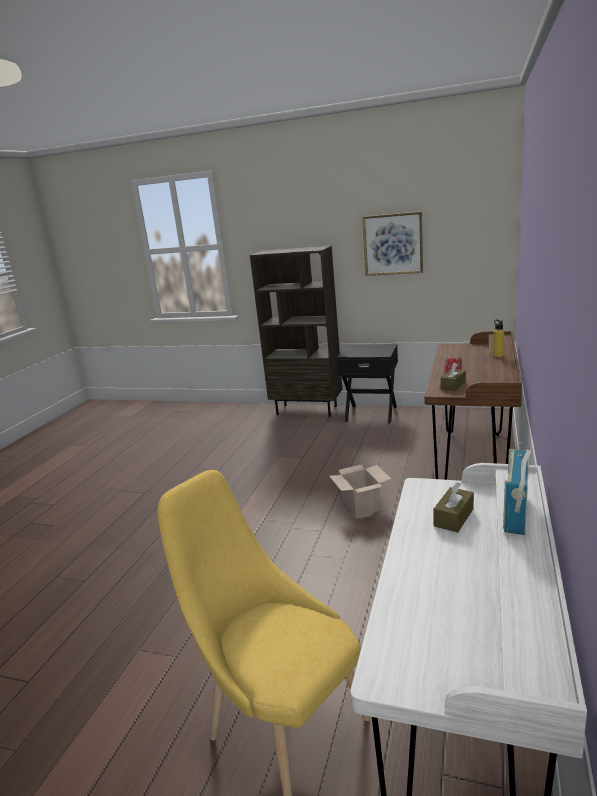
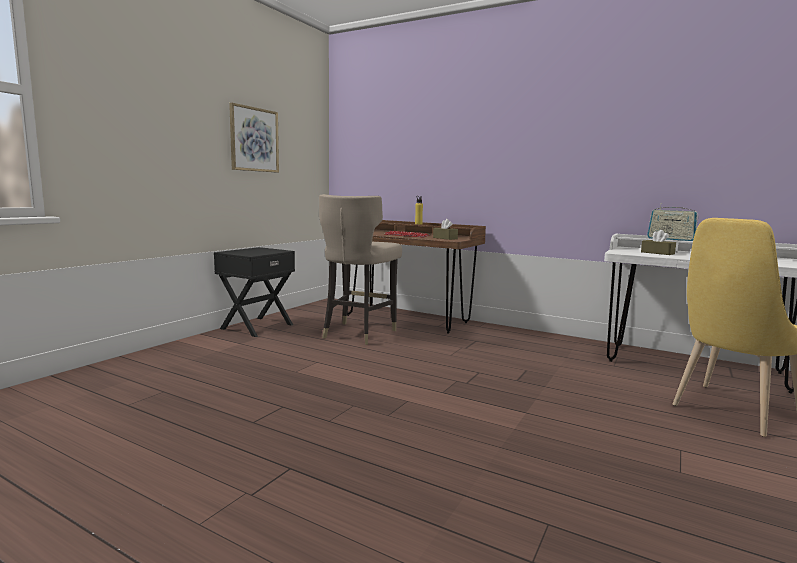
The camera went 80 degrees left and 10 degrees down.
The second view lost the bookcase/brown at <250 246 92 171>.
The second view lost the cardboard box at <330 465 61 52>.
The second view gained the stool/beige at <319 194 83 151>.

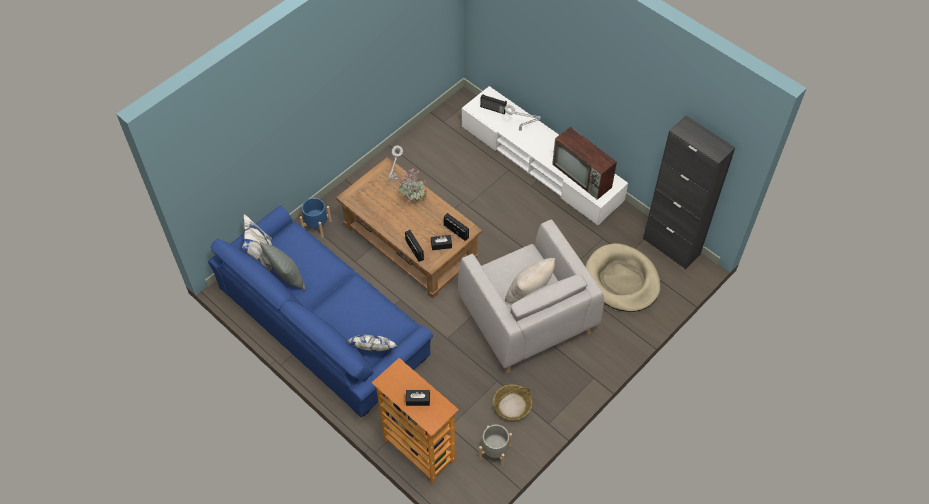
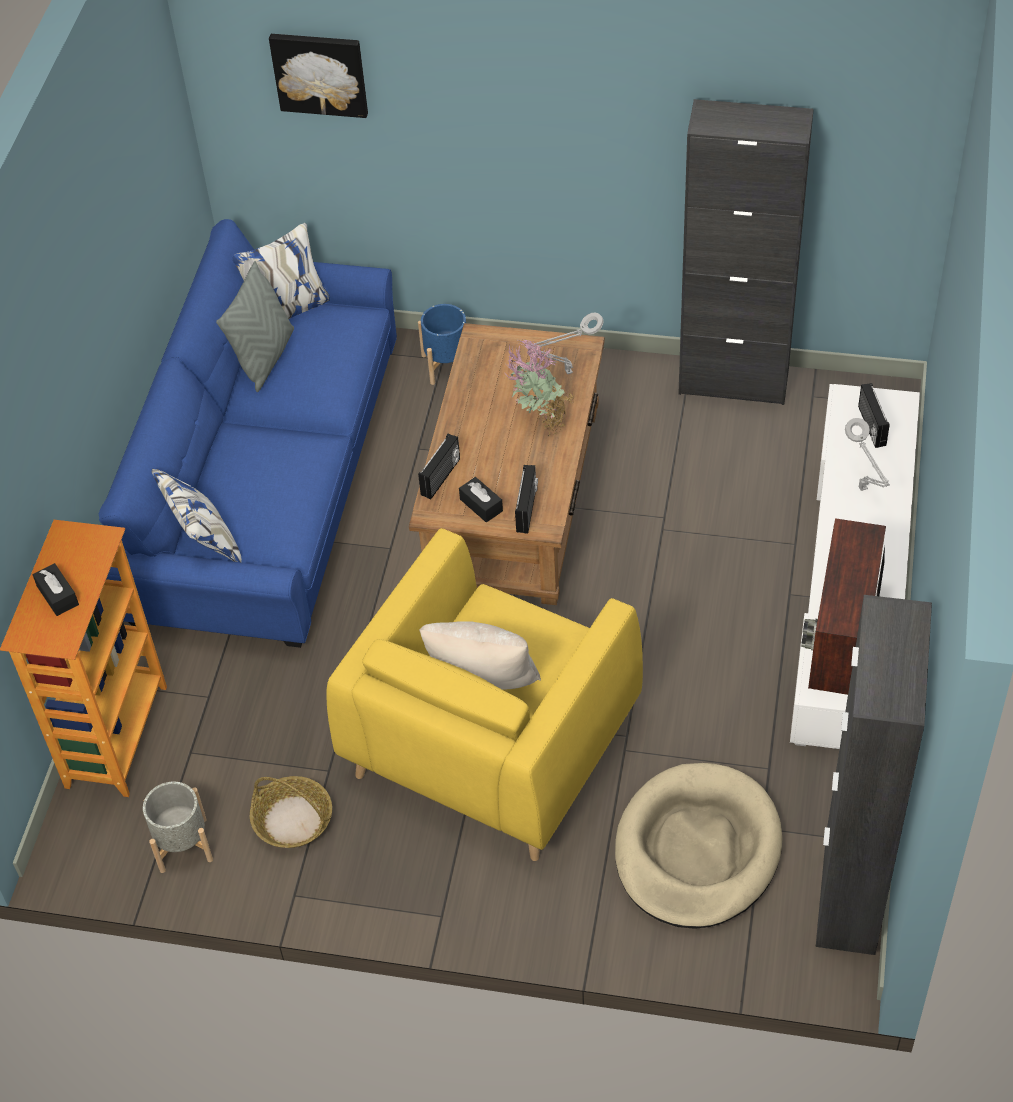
The camera went 60 degrees right and 5 degrees down.
What was the armchair/grey at <458 219 146 154> turned into the armchair/yellow at <326 528 317 333>.
The second view gained the picture at <269 34 99 84>.
The second view gained the cabinet/black at <678 99 136 306>.

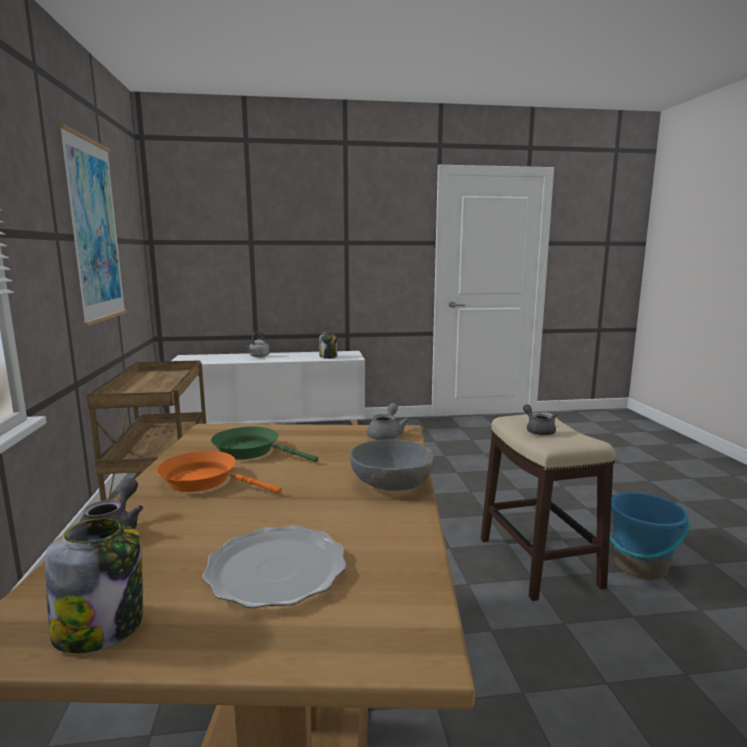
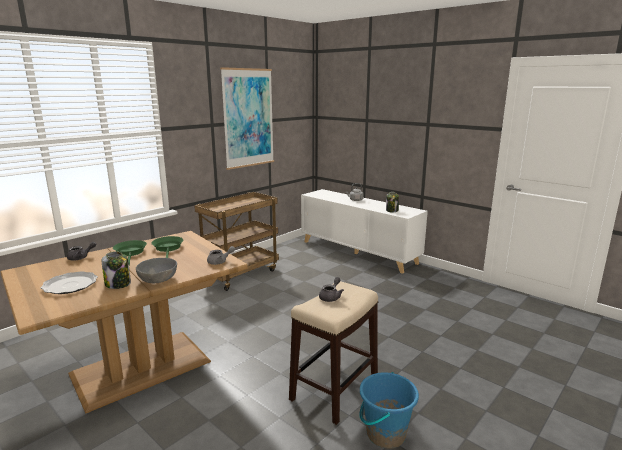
The camera went 50 degrees right and 5 degrees up.
The jar ended up elsewhere, having gone from <45 518 98 135> to <102 251 29 38>.
What was the frying pan/orange at <157 451 125 43> turned into the frying pan/green at <113 240 34 25>.

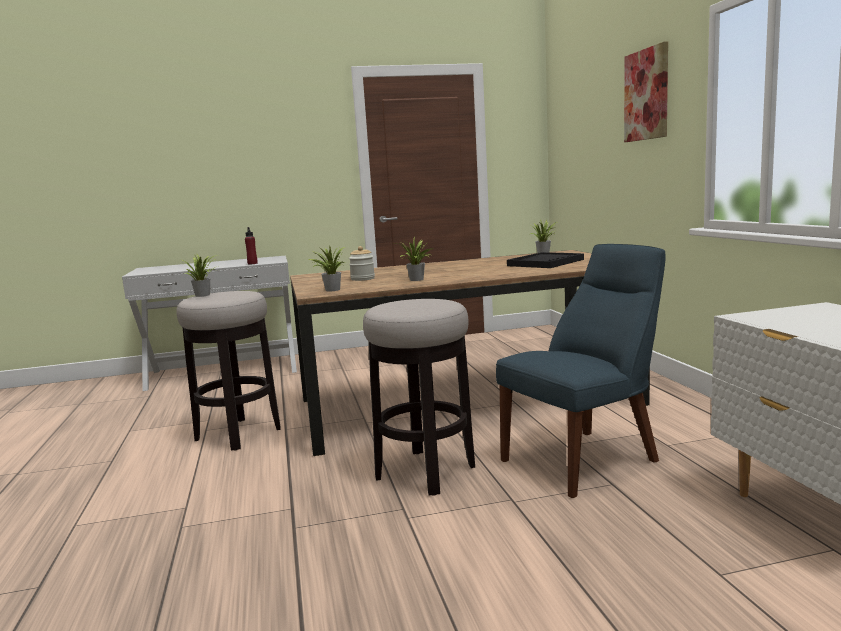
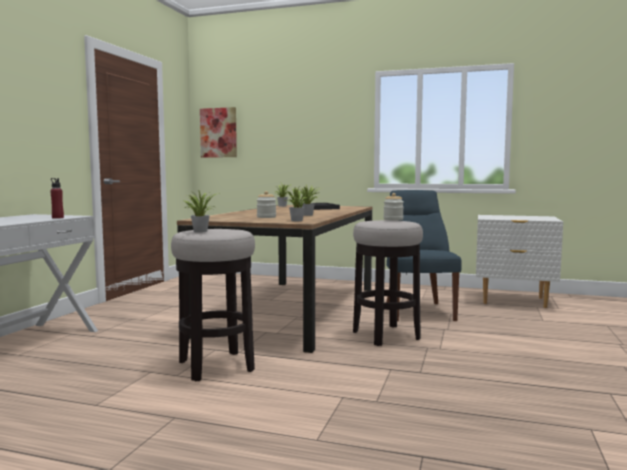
The camera went 60 degrees left and 5 degrees down.
The picture ended up elsewhere, having gone from <624 42 44 100> to <200 107 37 51>.
The second view gained the jar at <383 193 21 28>.

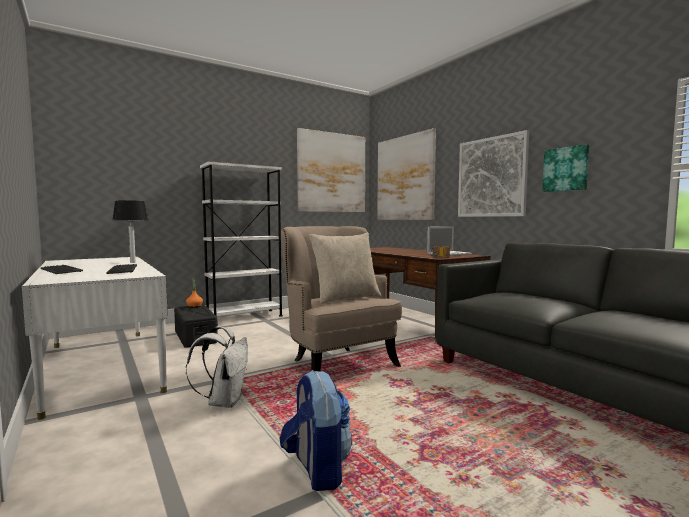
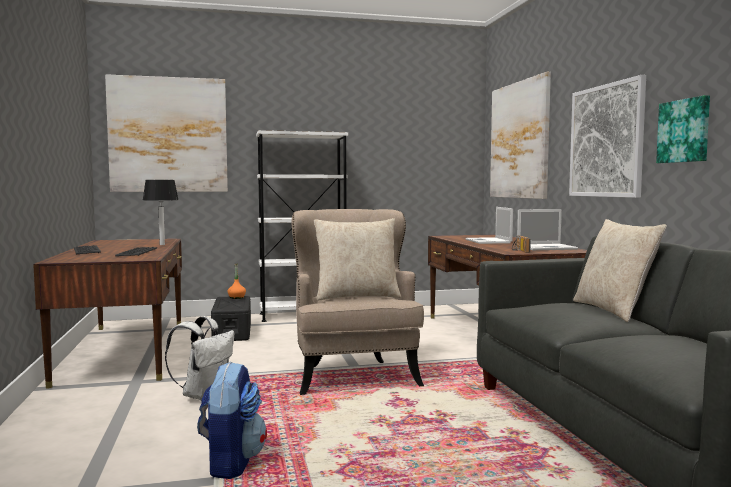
The camera went 20 degrees right and 0 degrees up.
What was the desk/white at <22 257 146 163> turned into the desk/brown at <33 239 149 149>.
The picture ended up elsewhere, having gone from <297 128 68 84> to <105 74 123 118>.
The second view gained the laptop at <466 207 47 37>.
The second view gained the pillow/beige at <573 219 94 103>.

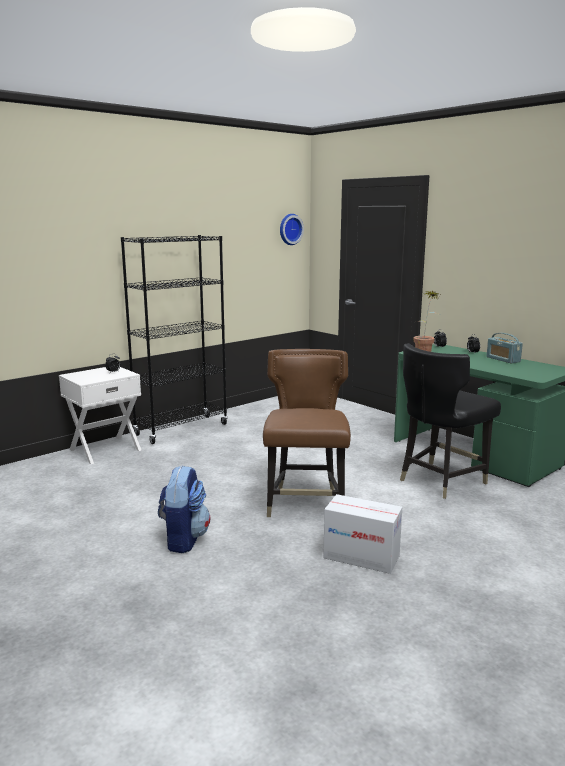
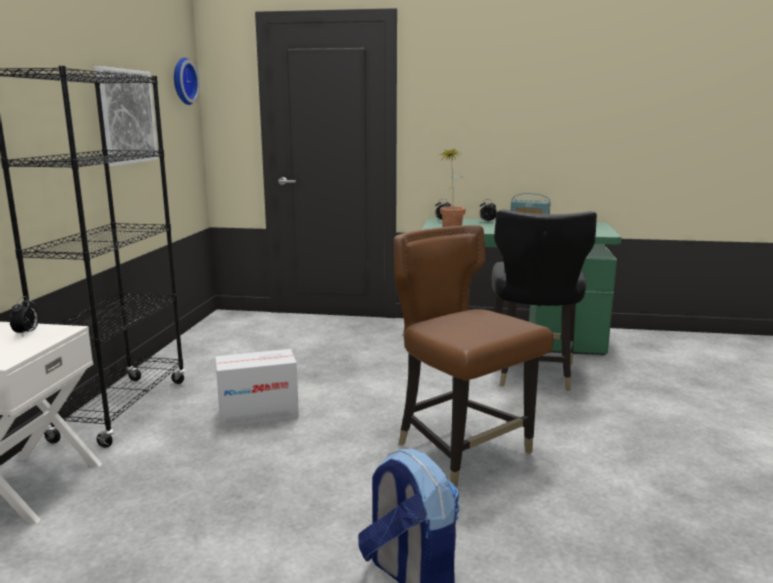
The camera went 40 degrees left and 0 degrees up.
The cardboard box ended up elsewhere, having gone from <323 494 79 80> to <215 349 84 79>.
The second view gained the picture at <94 66 64 100>.

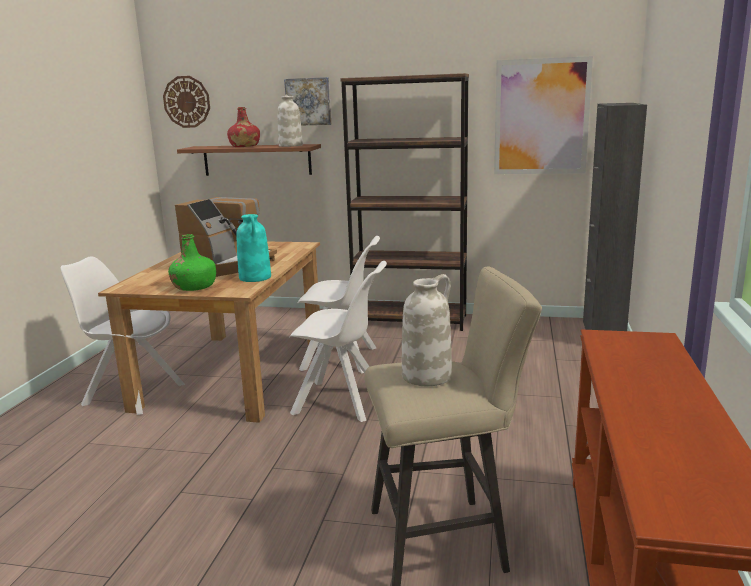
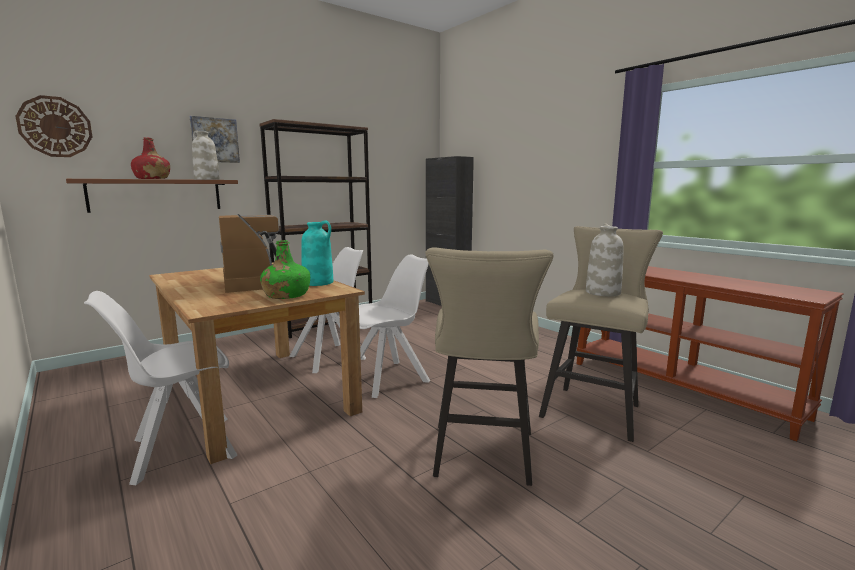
The camera went 50 degrees left and 5 degrees down.
The second view lost the picture at <494 56 99 118>.
The second view gained the stool/beige at <425 247 129 239>.

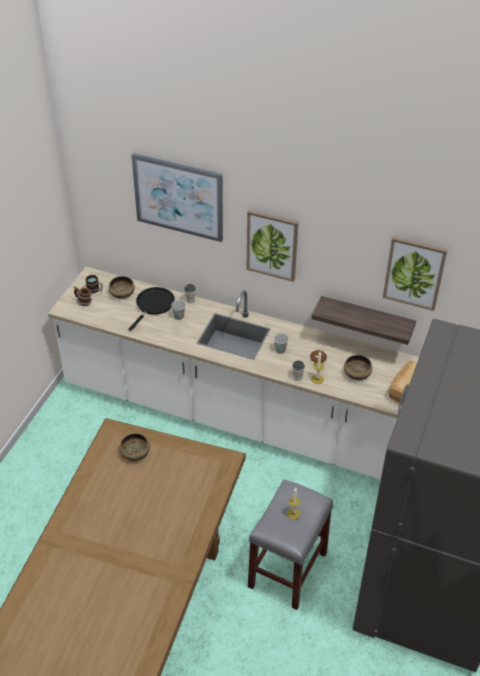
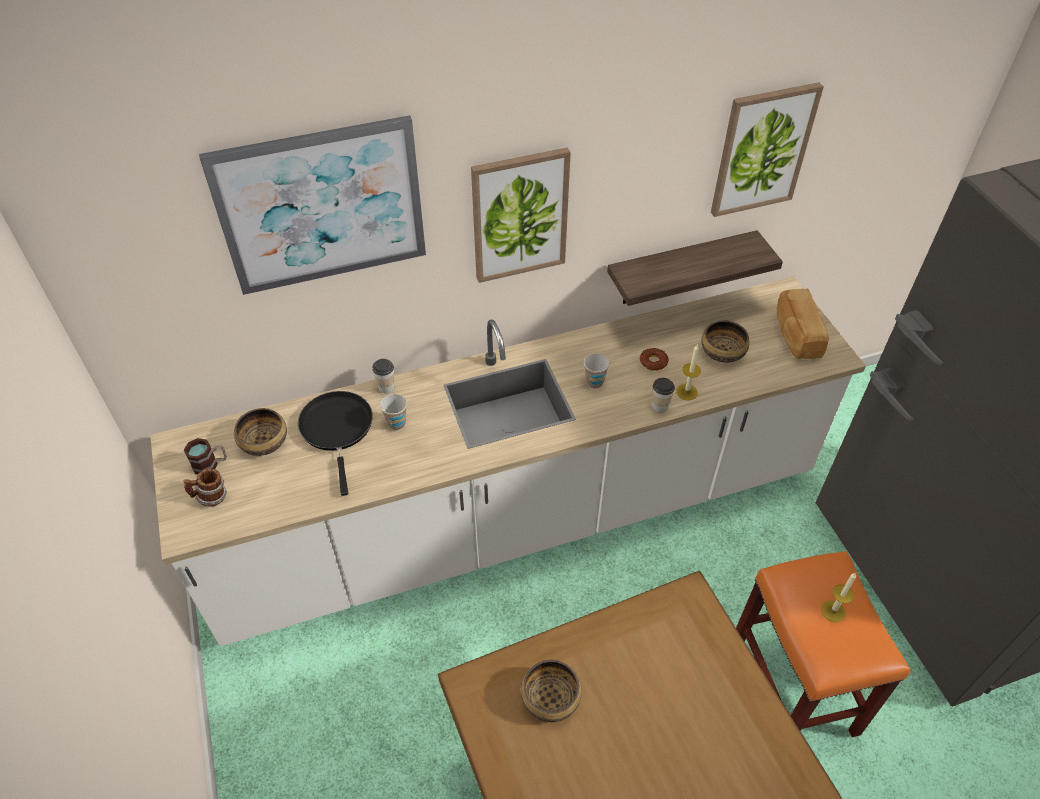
The camera went 40 degrees left and 5 degrees up.
What was the stool/grey at <248 479 85 131> turned into the stool/orange at <736 551 174 186>.

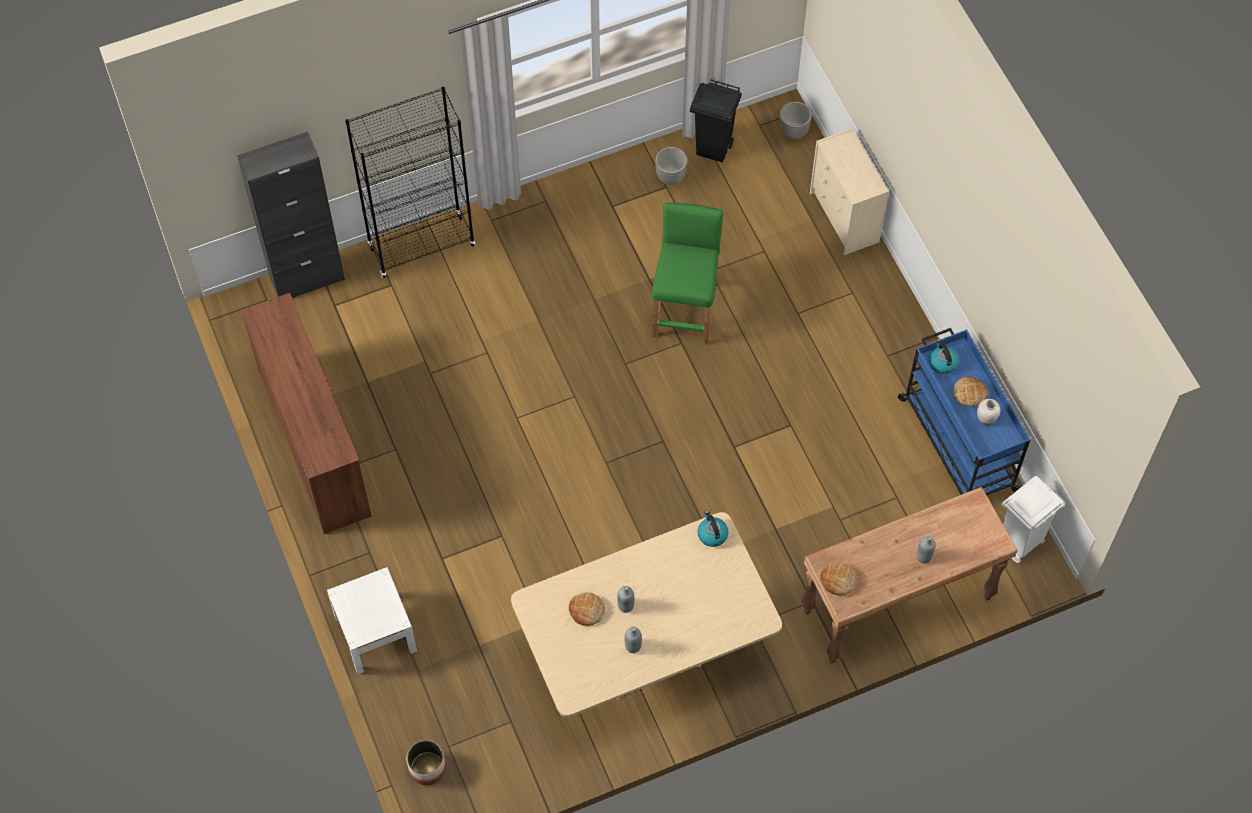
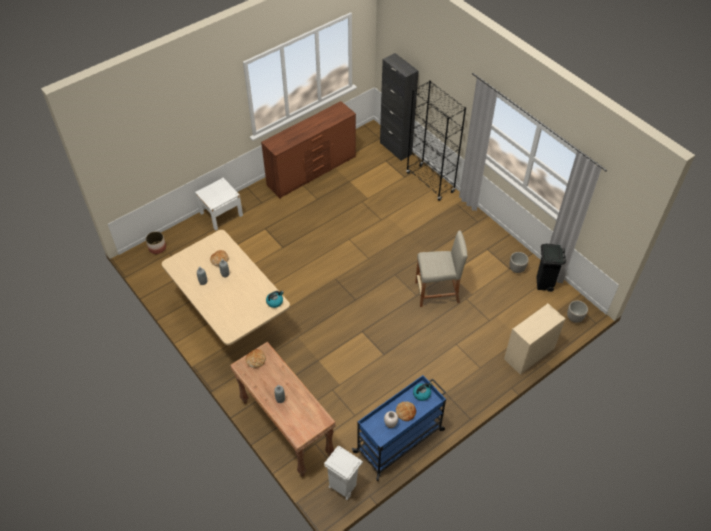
The camera went 75 degrees right and 10 degrees down.
What was the stool/green at <652 202 71 143> turned into the stool/beige at <415 230 53 77>.

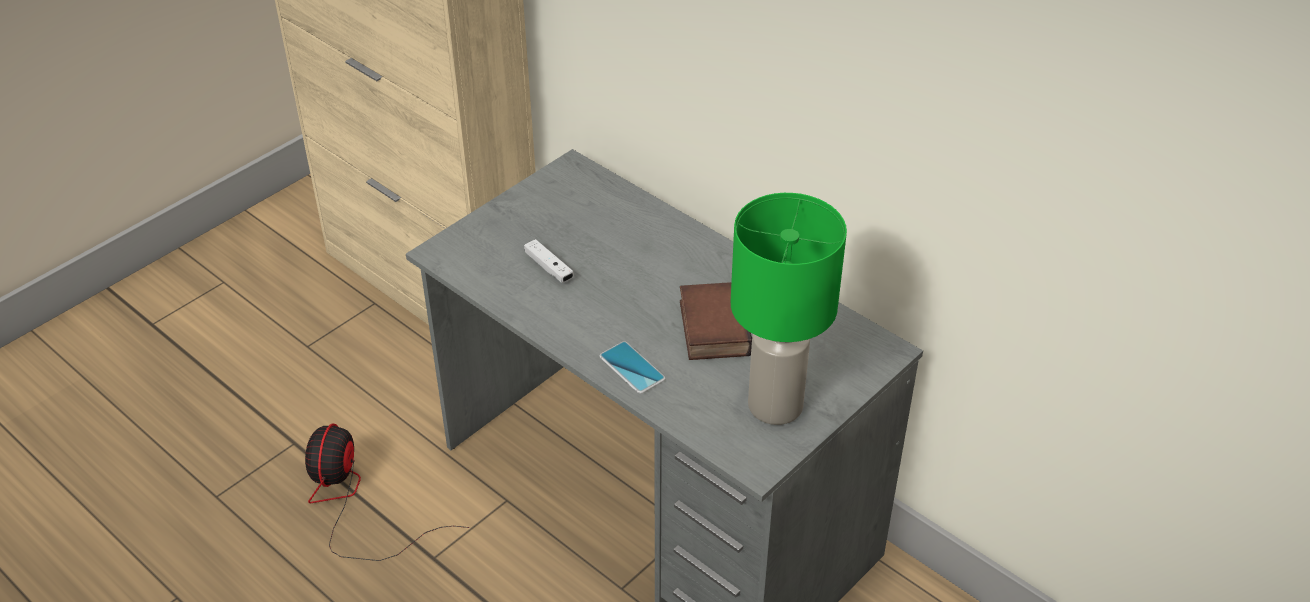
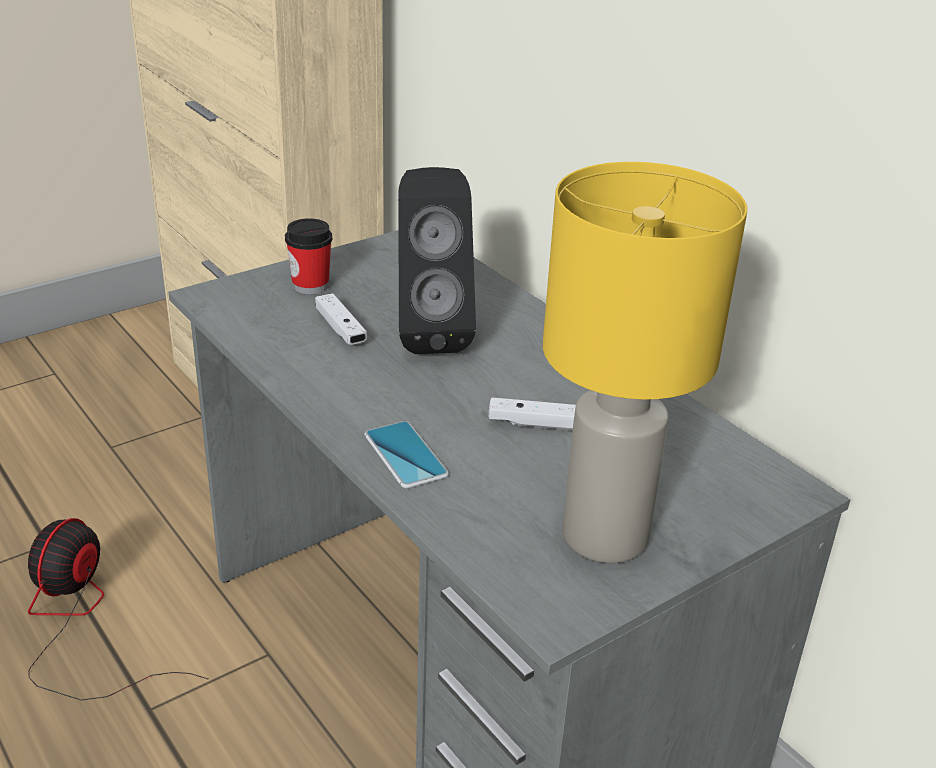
The camera went 10 degrees right and 10 degrees down.
Where the book stood at <680 282 72 78>, the game controller/white came to stand at <488 397 88 33>.
What was the table lamp/green at <731 193 116 232> turned into the table lamp/yellow at <543 162 204 401>.
The second view gained the cup at <285 218 47 77>.
The second view gained the speaker/black at <398 167 78 187>.

